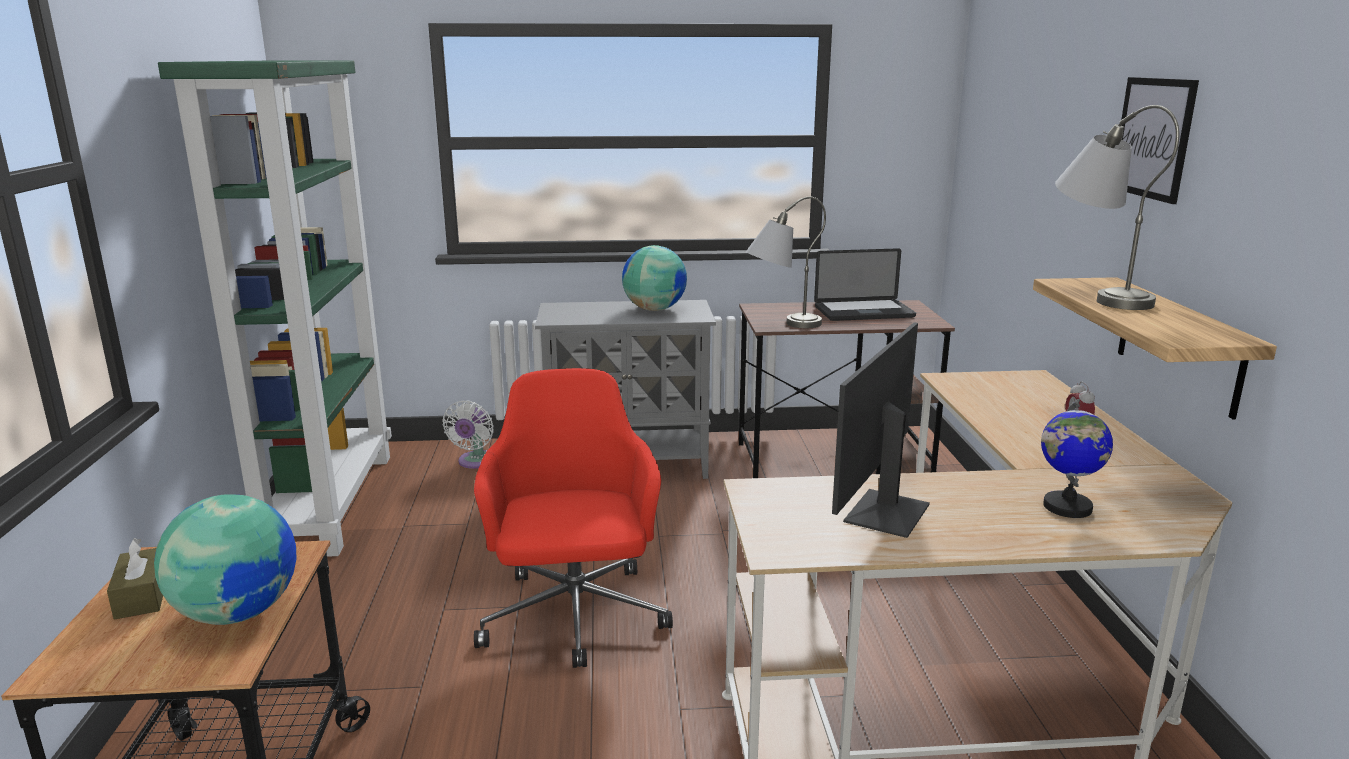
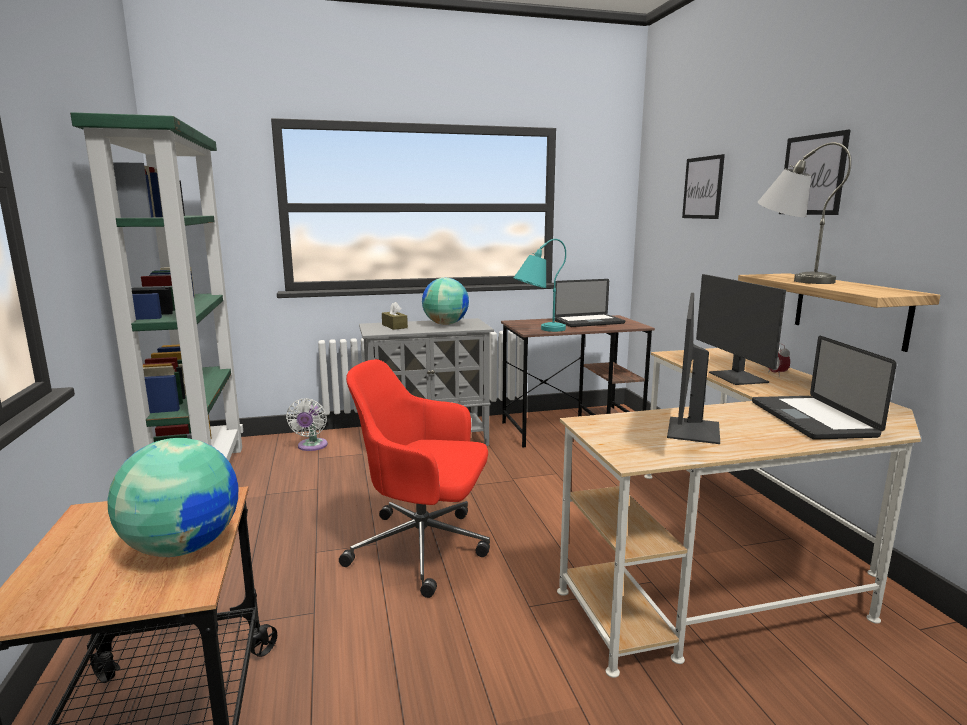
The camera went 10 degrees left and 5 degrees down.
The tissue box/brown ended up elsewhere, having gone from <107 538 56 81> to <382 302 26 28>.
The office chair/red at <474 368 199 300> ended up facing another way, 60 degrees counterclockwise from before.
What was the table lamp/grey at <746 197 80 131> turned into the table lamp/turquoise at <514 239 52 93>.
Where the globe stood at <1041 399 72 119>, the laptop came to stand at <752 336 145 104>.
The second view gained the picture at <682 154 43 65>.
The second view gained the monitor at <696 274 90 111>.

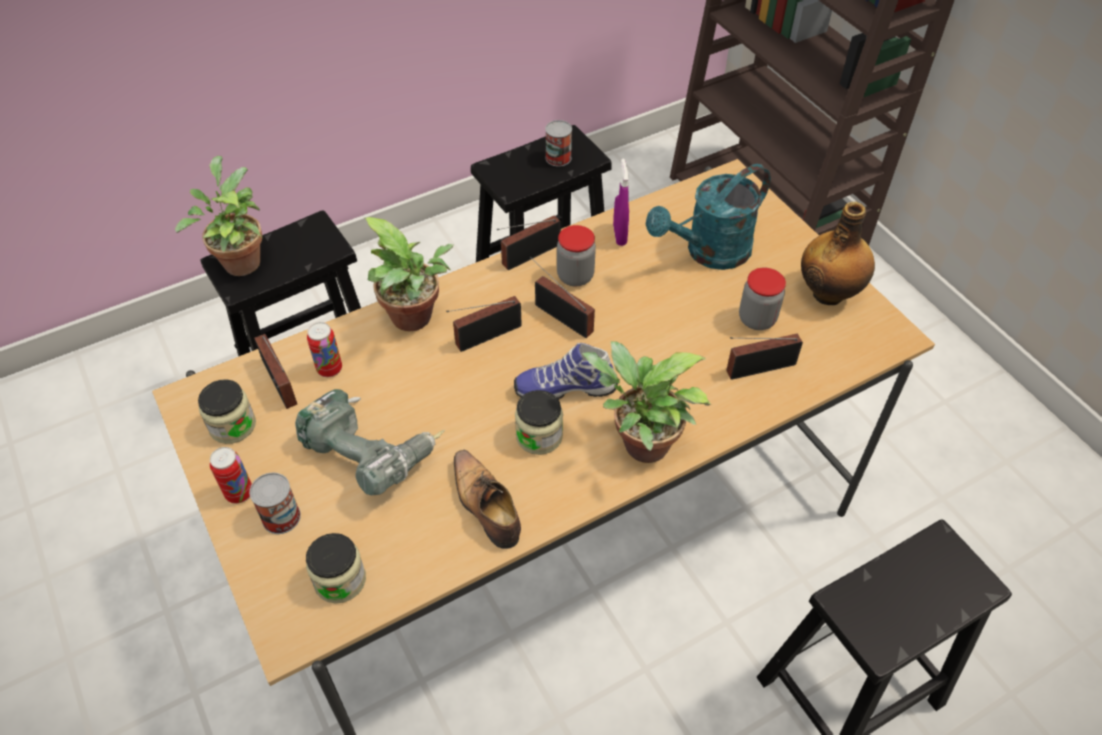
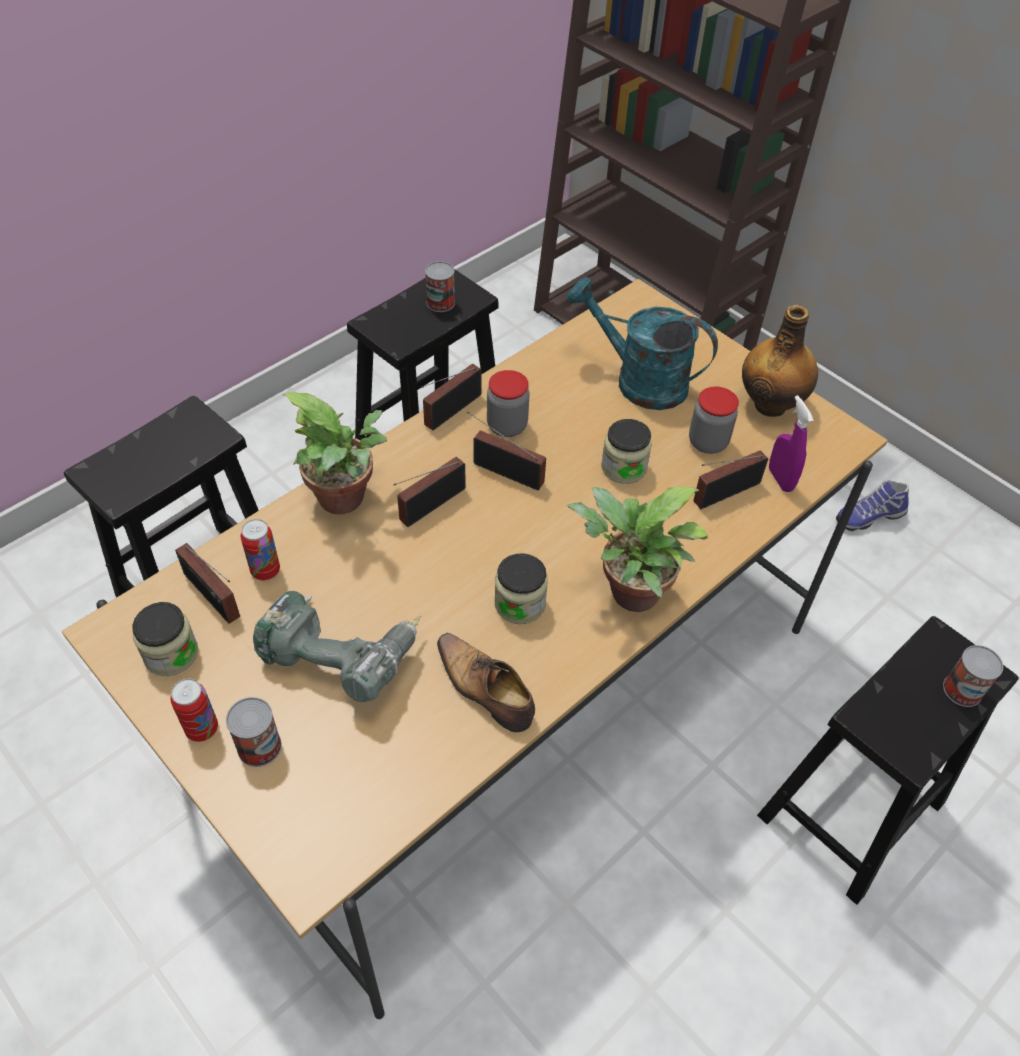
The camera went 15 degrees left and 0 degrees up.
The second view lost the potted plant at <175 156 88 120>.
The jar ended up elsewhere, having gone from <306 533 60 71> to <601 419 51 65>.
The shoe ended up elsewhere, having gone from <514 343 104 57> to <836 481 73 50>.
The spray bottle/purple ended up elsewhere, having gone from <613 159 16 87> to <769 395 45 97>.
The watering can/turquoise at <646 164 125 106> ended up facing another way, 75 degrees clockwise from before.
The second view gained the can at <943 645 60 62>.

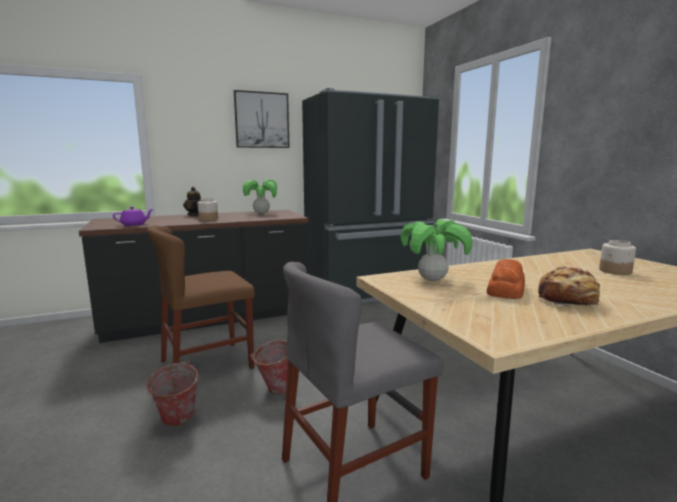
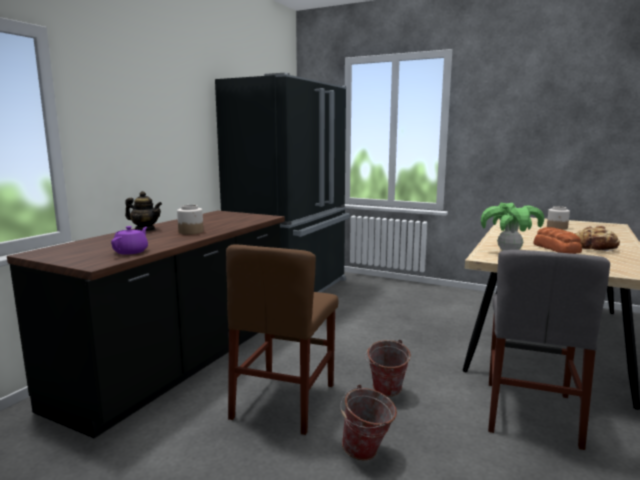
The camera went 40 degrees left and 0 degrees up.
The second view lost the picture at <234 90 56 58>.
The second view lost the potted plant at <243 180 34 34>.

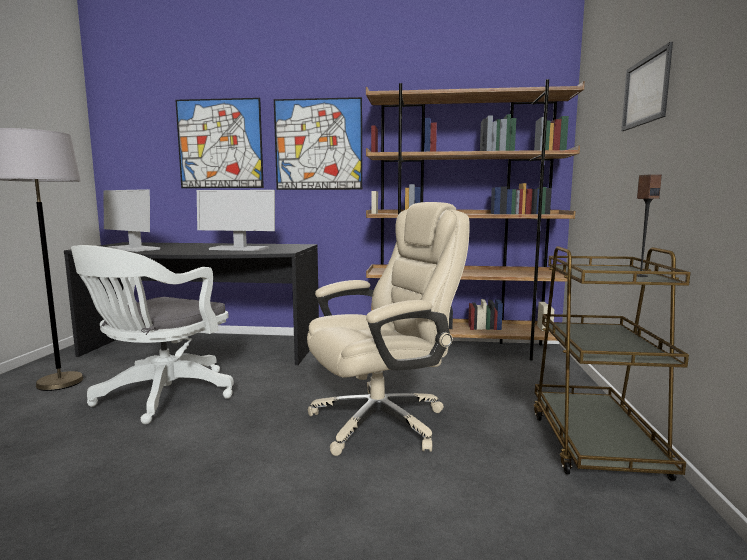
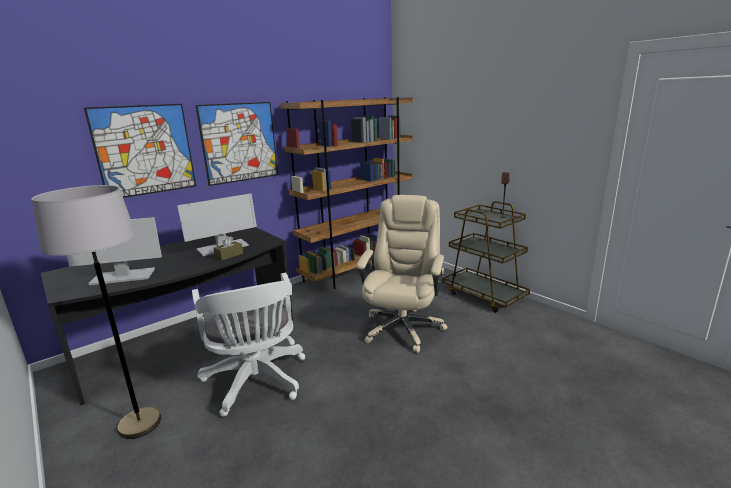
The camera went 45 degrees left and 10 degrees up.
The second view lost the picture at <621 42 52 89>.
The second view gained the tissue box/brown at <213 236 30 25>.

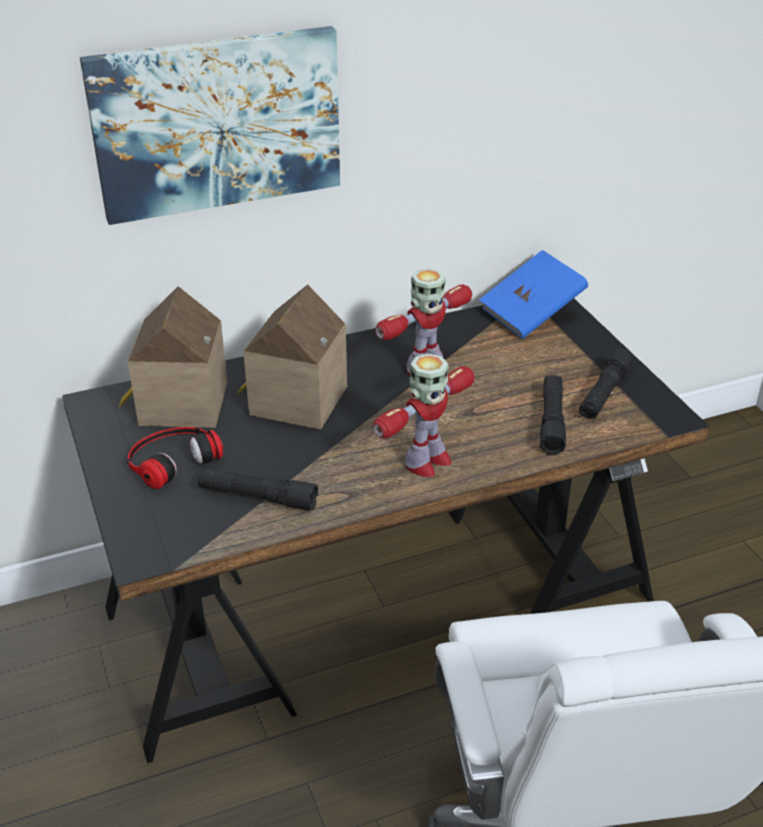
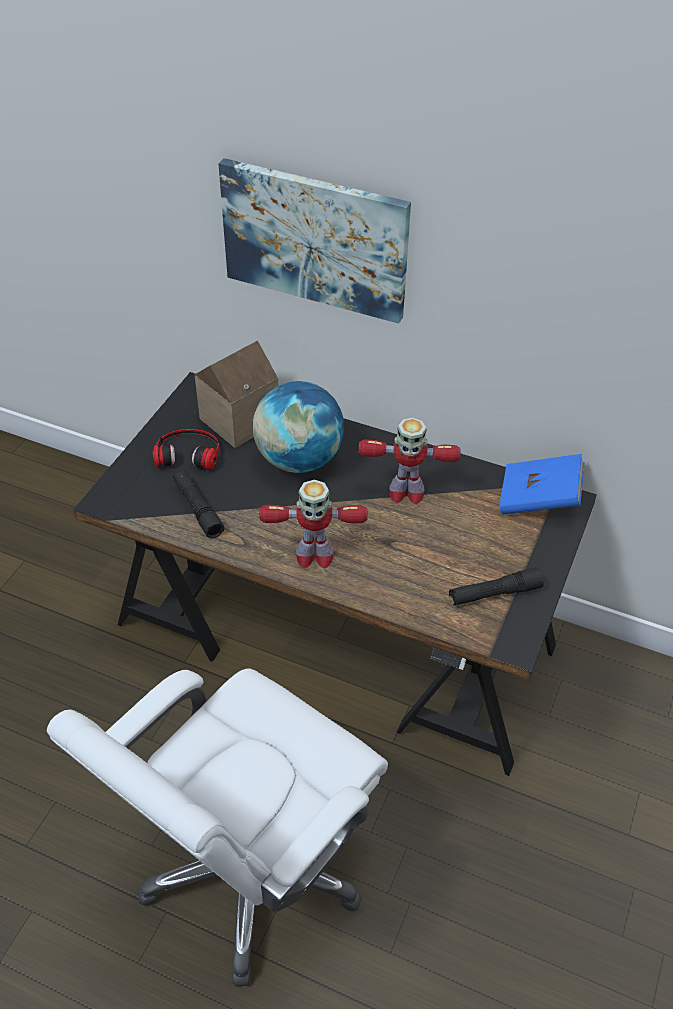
The camera went 45 degrees right and 10 degrees up.
Where the toy house stood at <237 285 110 145>, the globe came to stand at <253 381 91 92>.
The second view lost the flashlight/black at <540 375 26 80>.

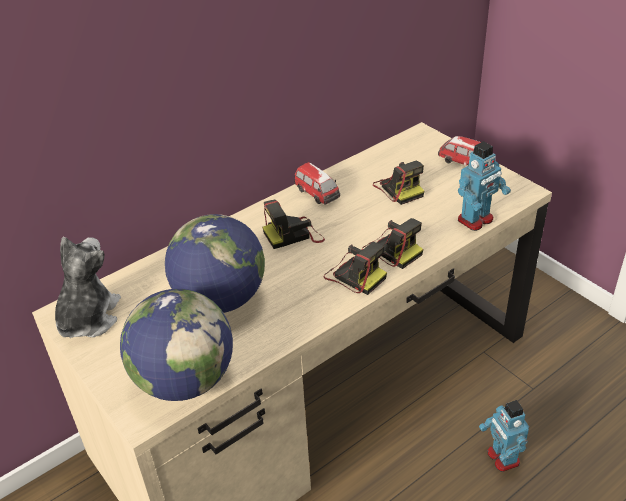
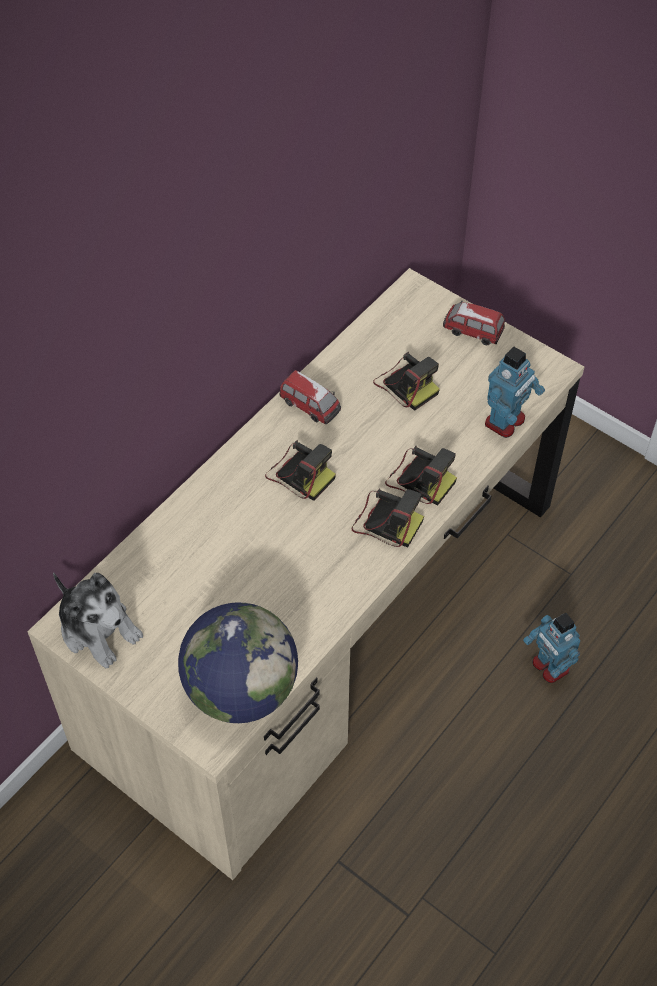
The camera went 15 degrees left and 15 degrees up.
The plush toy at <55 237 66 101> ended up facing another way, 135 degrees clockwise from before.
The second view lost the globe at <165 214 100 99>.
The photo camera at <262 200 63 49> ended up facing another way, 105 degrees counterclockwise from before.

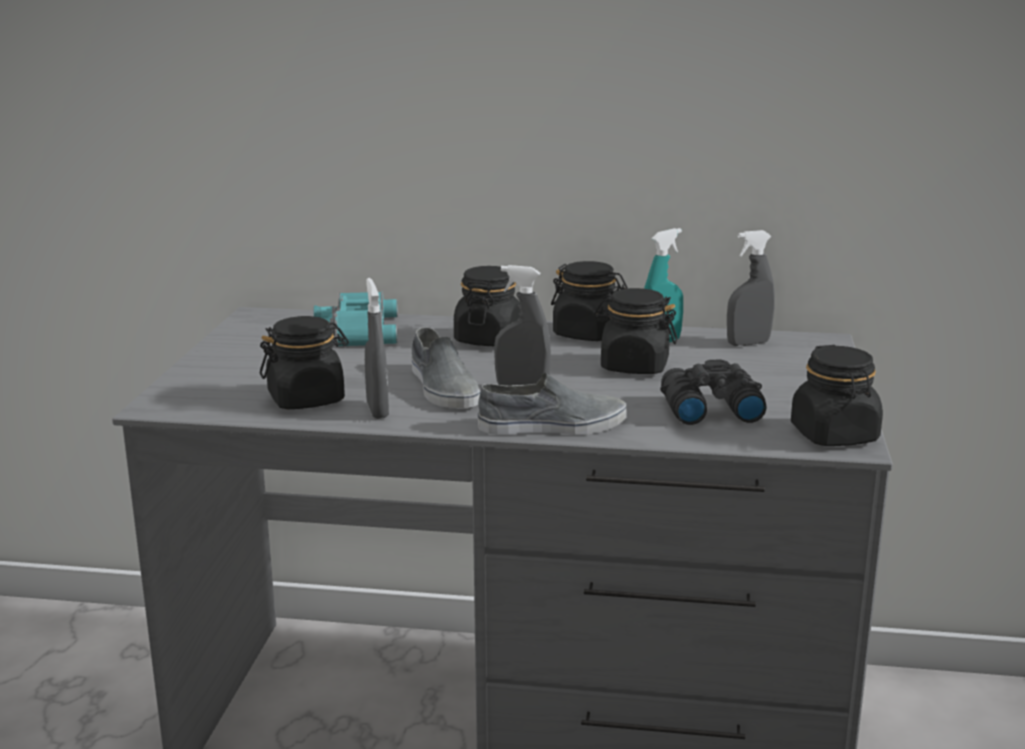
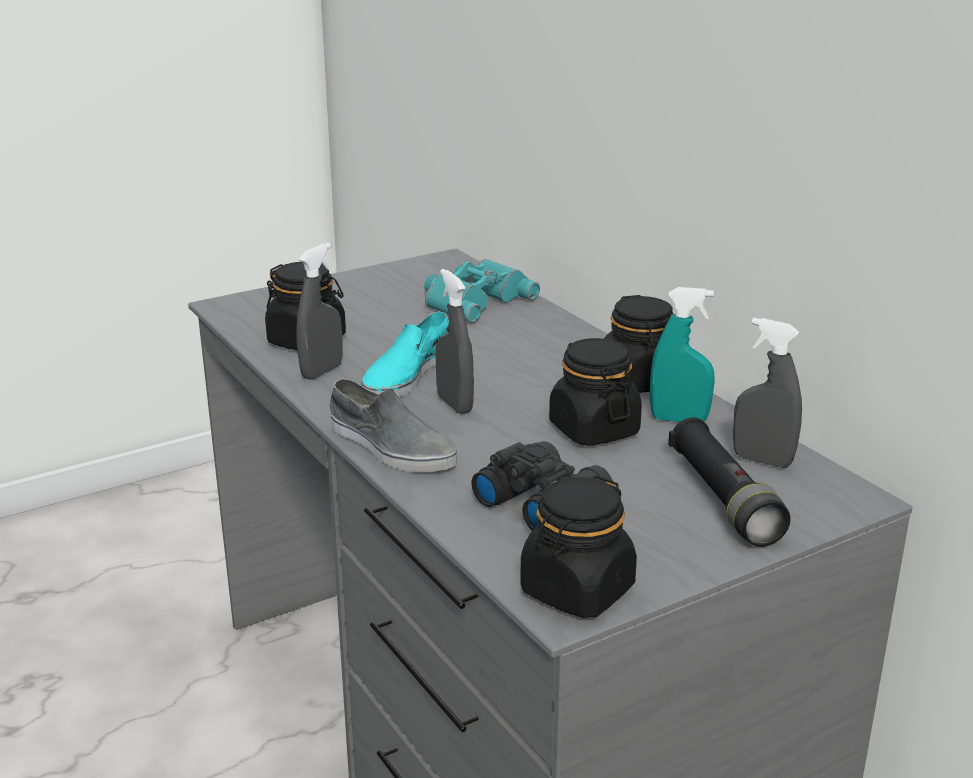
The camera went 50 degrees right and 5 degrees up.
What was the shoe/grey at <411 327 69 81> turned into the shoe/turquoise at <361 312 88 86>.
The second view lost the jar/black at <454 266 66 80>.
The second view gained the flashlight/black at <668 417 123 130>.

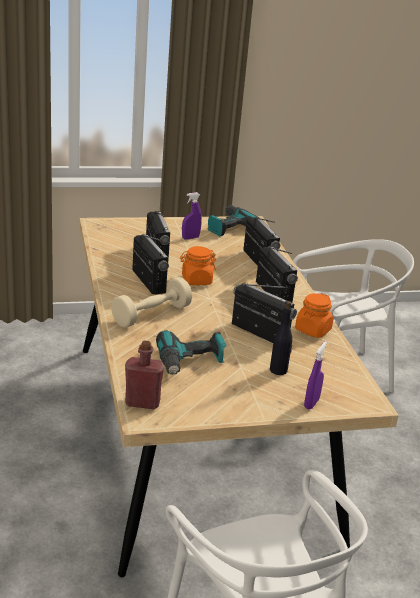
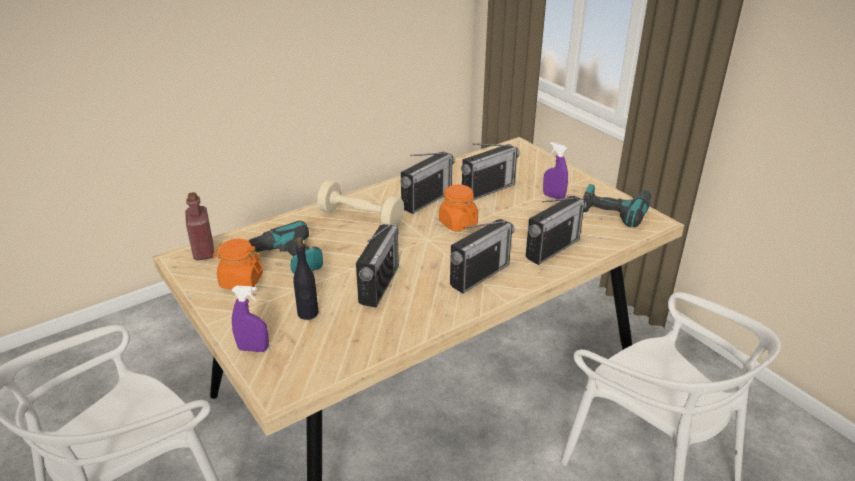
The camera went 70 degrees right and 5 degrees up.
The jar/orange ended up elsewhere, having gone from <295 293 38 45> to <213 239 50 51>.

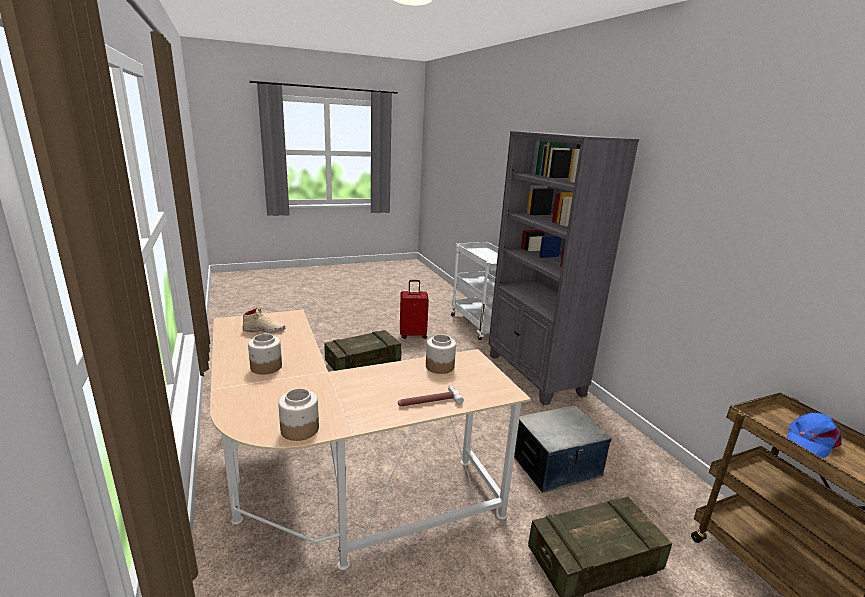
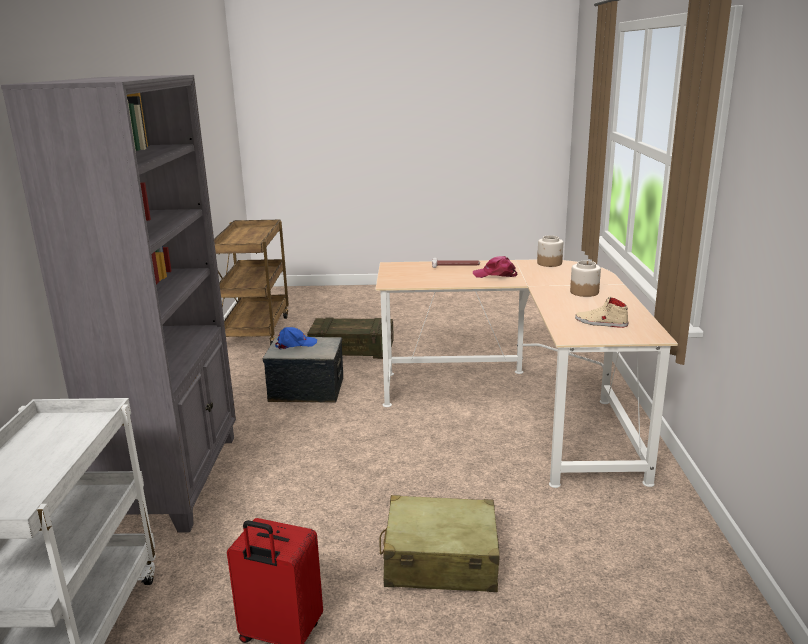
The camera went 155 degrees left and 0 degrees up.
Where the crate stood at <324 330 78 41>, the suitcase/beige came to stand at <380 495 120 97>.
The second view lost the jar at <426 334 30 40>.
The cap/blue ended up elsewhere, having gone from <787 413 55 45> to <275 327 42 23>.
The second view gained the cap/pink at <473 256 44 22>.

